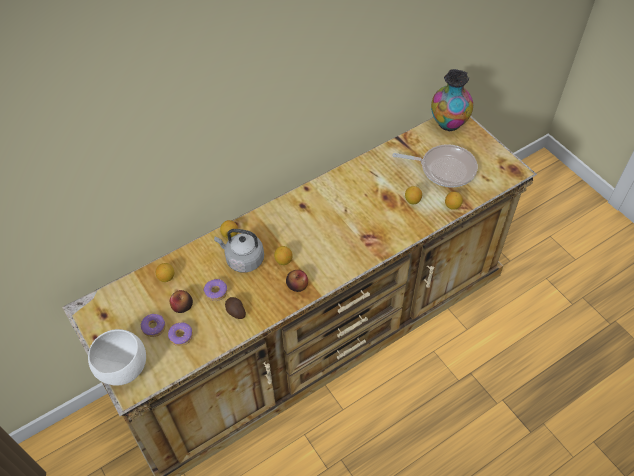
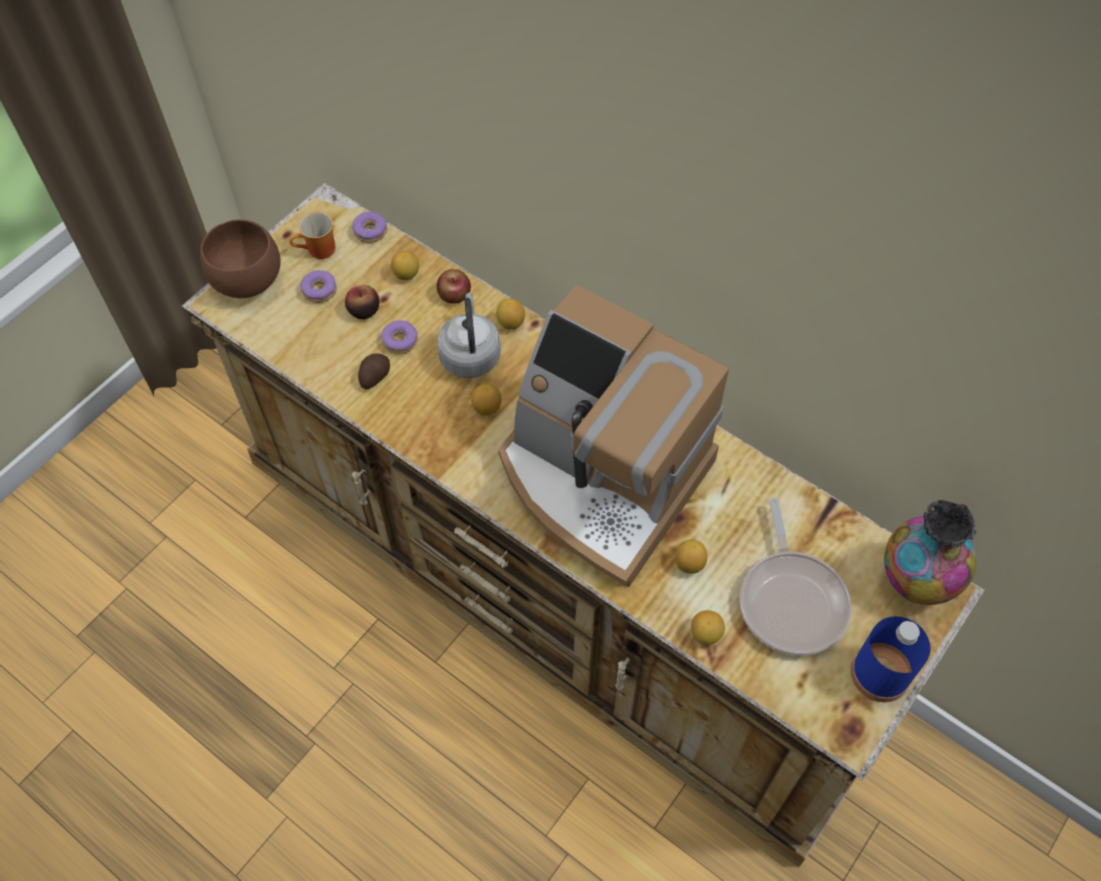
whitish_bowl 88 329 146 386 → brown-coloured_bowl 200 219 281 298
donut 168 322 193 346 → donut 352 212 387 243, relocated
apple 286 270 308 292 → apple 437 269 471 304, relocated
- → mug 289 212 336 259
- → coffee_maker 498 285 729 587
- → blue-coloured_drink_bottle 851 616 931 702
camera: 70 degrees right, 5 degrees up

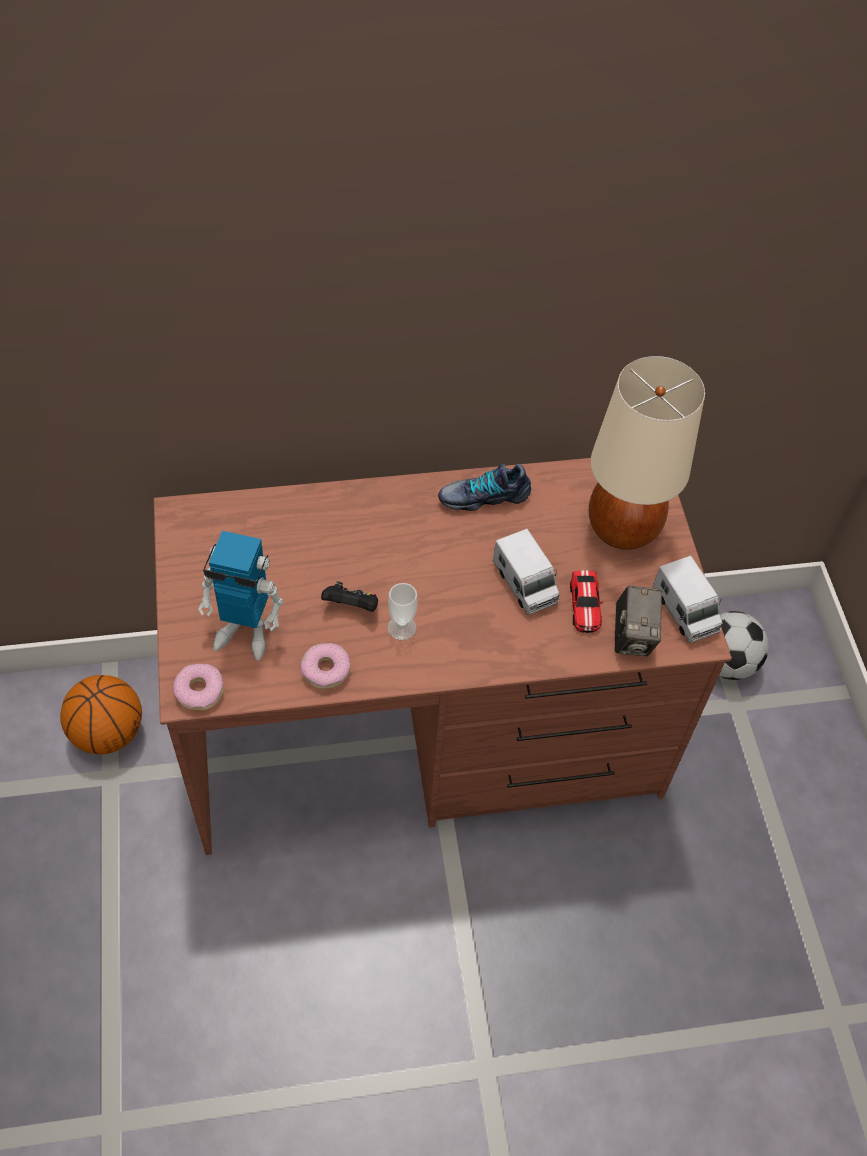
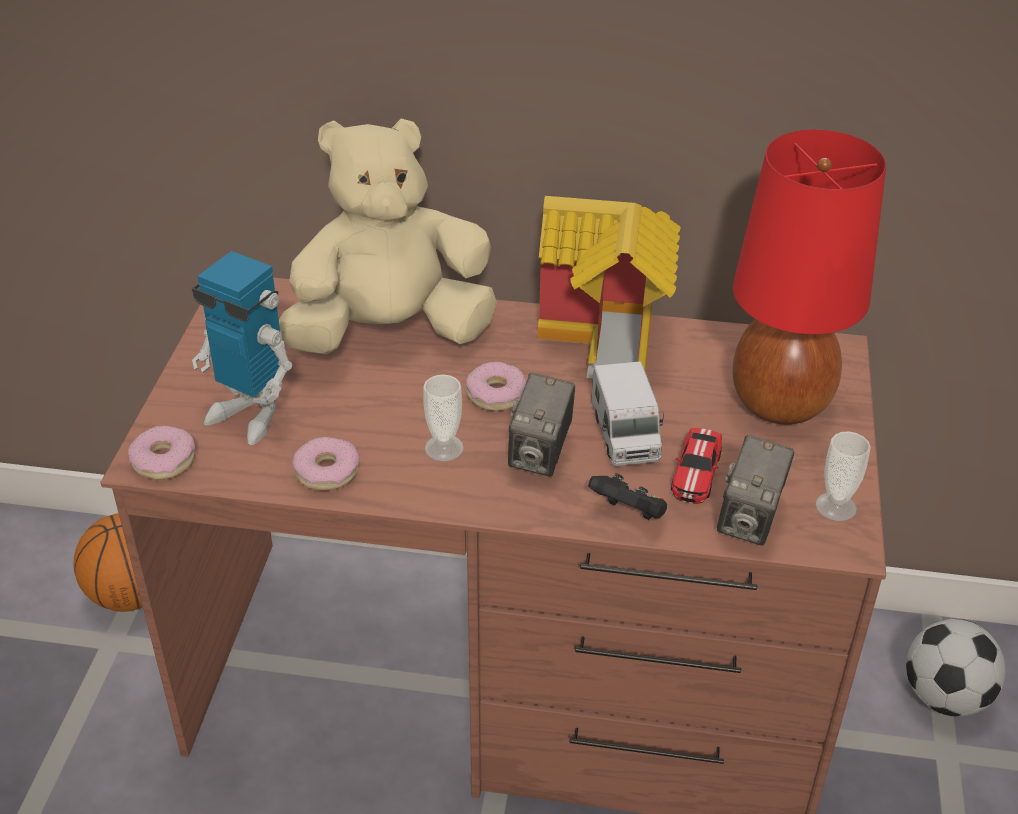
black-coloured_joypad 321 581 378 612 → black-coloured_joypad 588 473 667 520, relocated
shoe 438 463 531 511 → miniature_house 538 196 681 378
beige_tabletop_lamp 589 356 705 550 → reddish_tabletop_lamp 732 130 886 425
toy_truck 653 556 723 643 → drinking_cup 815 431 871 521
- → beige_soft_toy 279 118 497 354
- → donut 466 362 526 411
- → photo_camera 508 372 575 477
camera: 20 degrees right, 15 degrees down

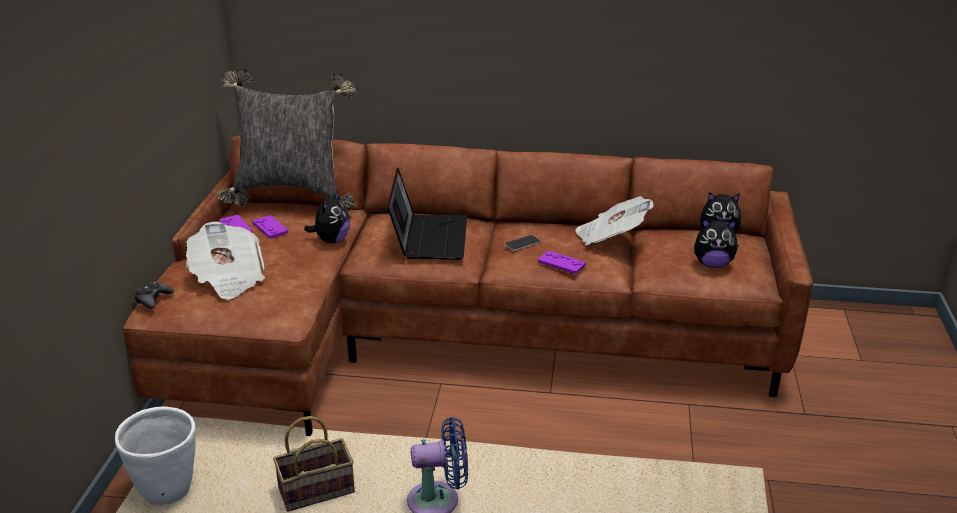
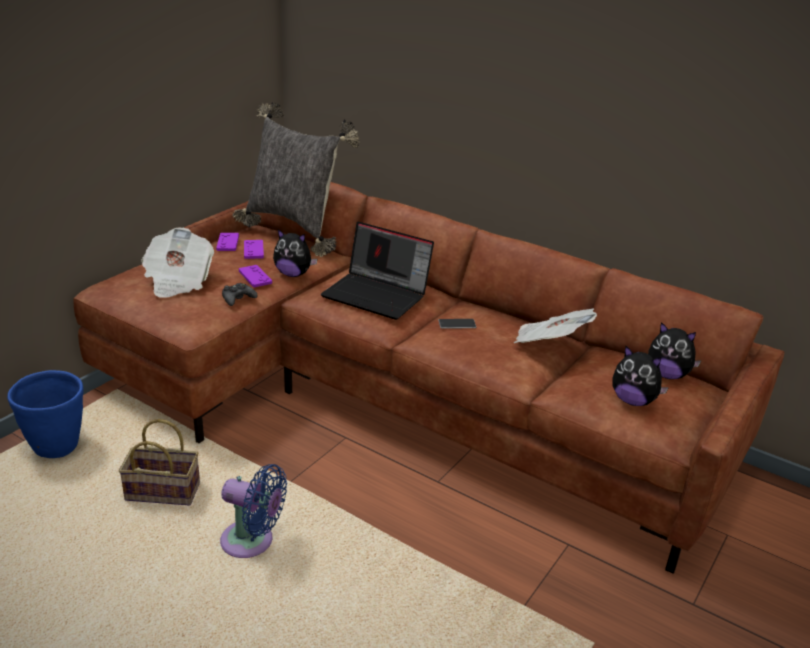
whitish_plant_pot 115 407 196 505 → blue-coloured_plant_pot 7 370 84 458
black-coloured_joypad 135 282 174 309 → black-coloured_joypad 222 283 257 306, relocated
soft_toy 304 190 350 243 → soft_toy 273 229 317 277, 60 degrees clockwise
laptop 387 168 467 259 → laptop 320 222 434 320, 90 degrees clockwise
purple-coloured_joypad 538 251 586 274 → purple-coloured_joypad 239 265 272 287, relocated
camera: 25 degrees right, 0 degrees up

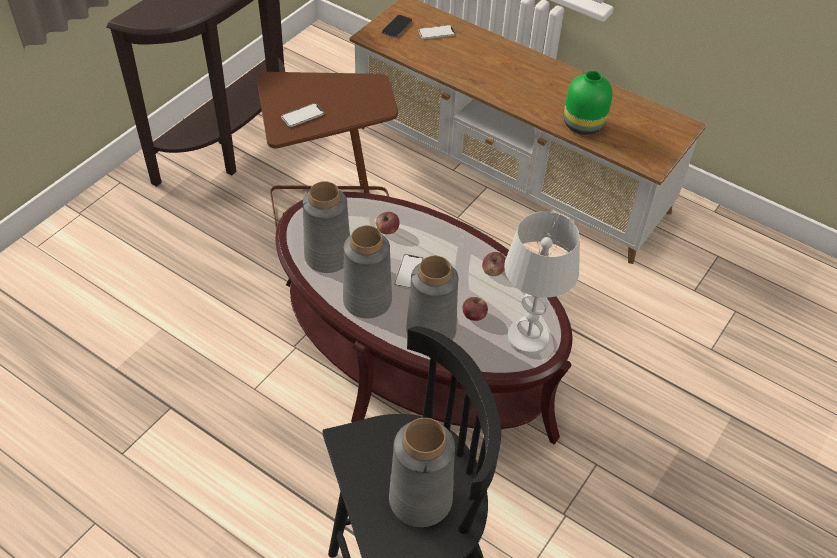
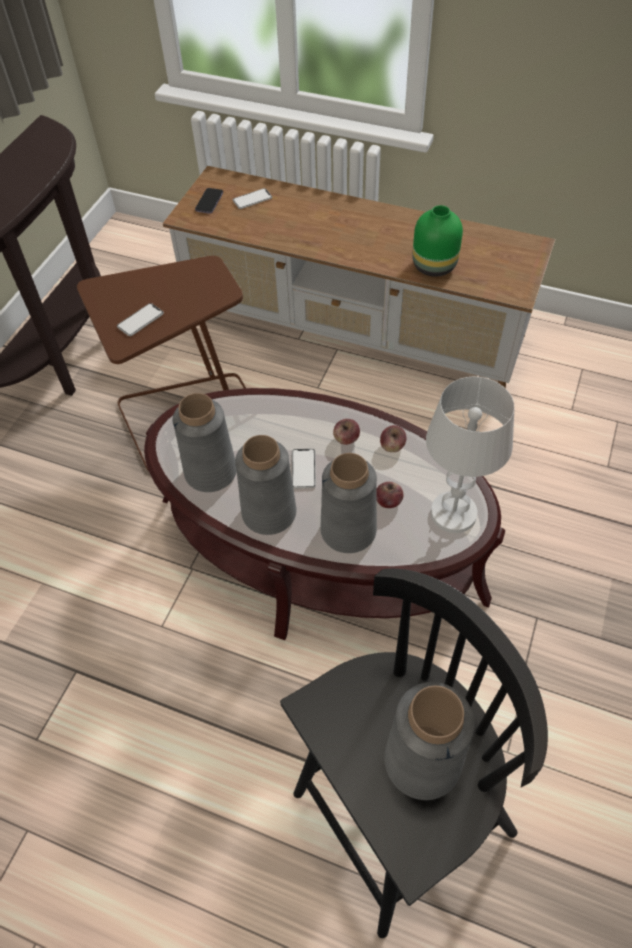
apple 376 212 399 234 → apple 333 419 360 445, relocated
camera: 10 degrees left, 5 degrees up

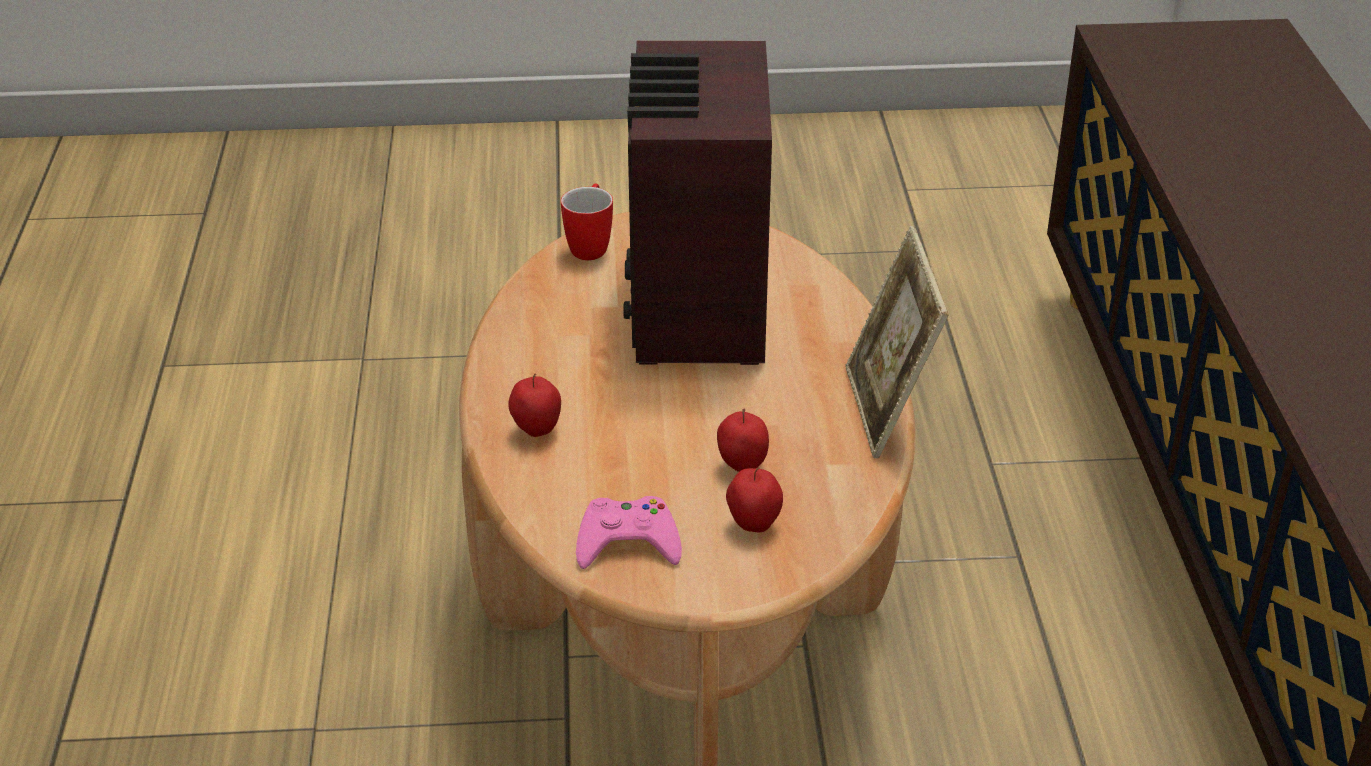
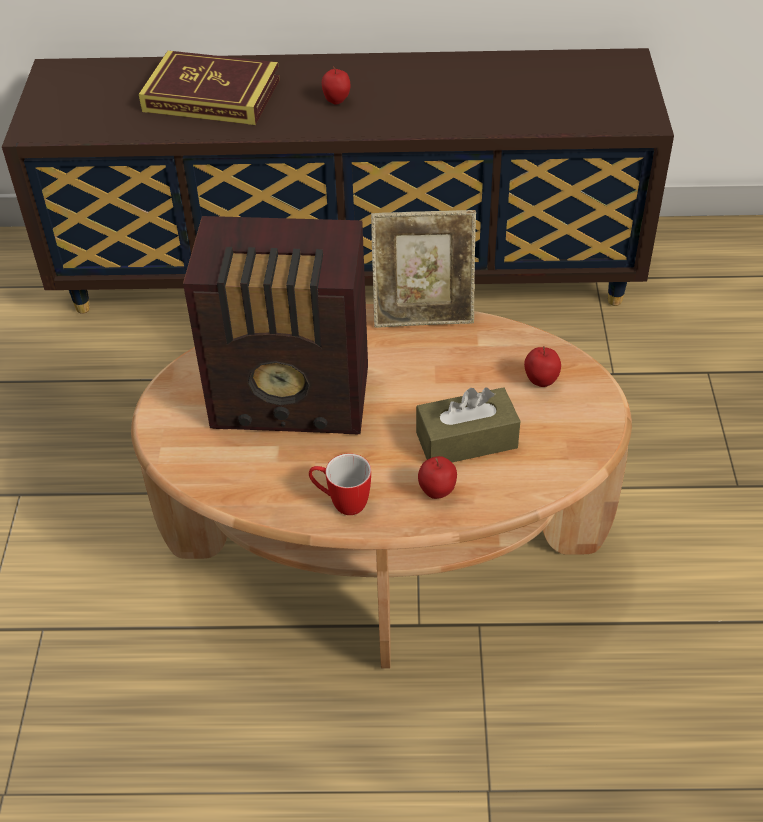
mug 561 183 613 260 → mug 309 453 371 515, relocated
pinkish_joypad 576 496 682 569 → -
apple 717 409 769 472 → apple 322 66 351 105, relocated
- → book 139 51 280 125
- → brown-coloured_tissue_box 416 387 520 462
camera: 85 degrees left, 10 degrees up

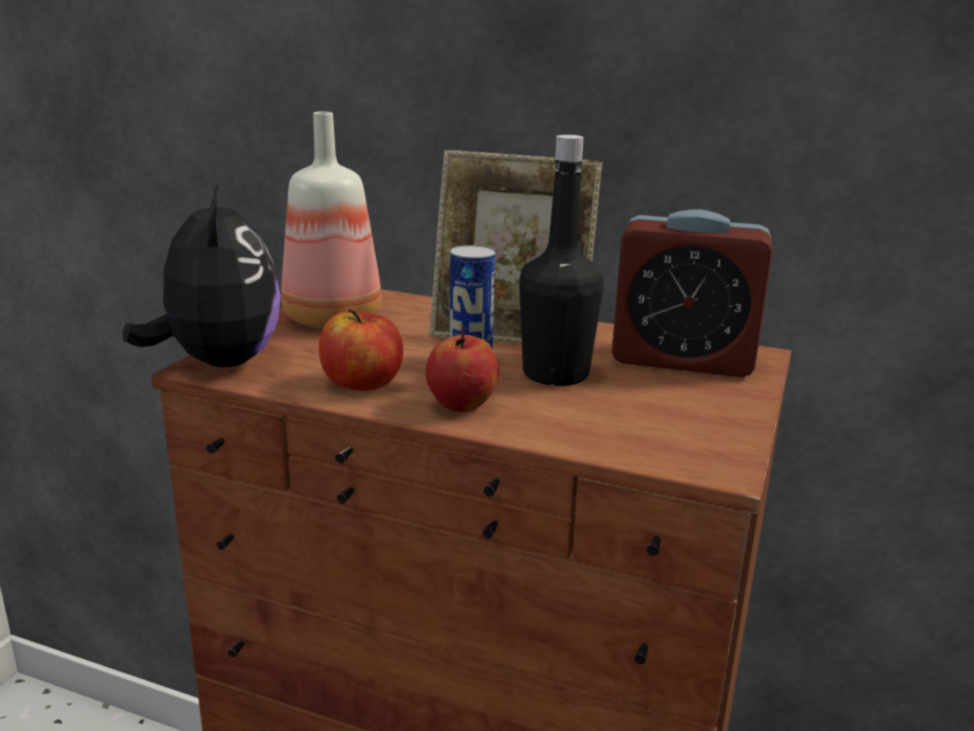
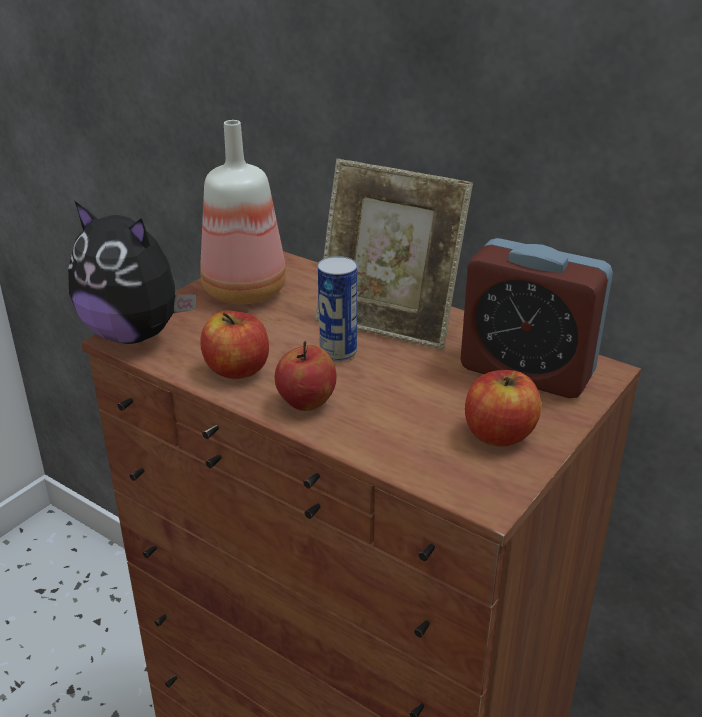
soft_toy 123 183 281 367 → soft_toy 68 201 196 344, 120 degrees clockwise
black-coloured_drink_bottle 519 135 604 386 → -
- → apple 465 370 541 447
camera: 15 degrees right, 10 degrees up

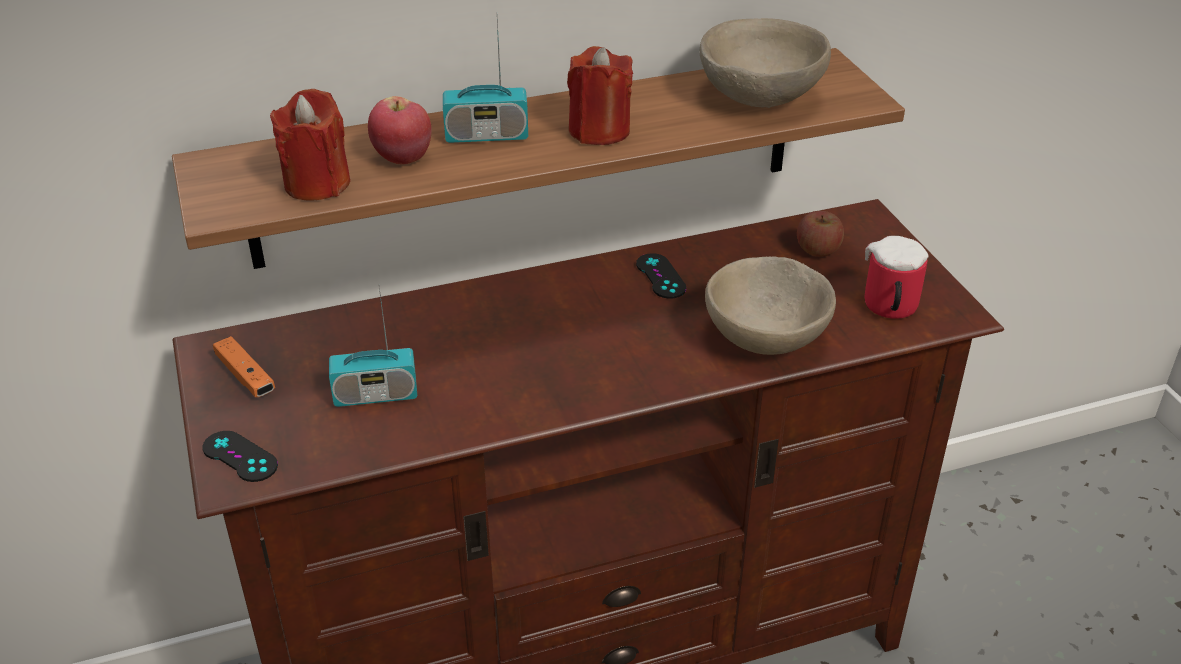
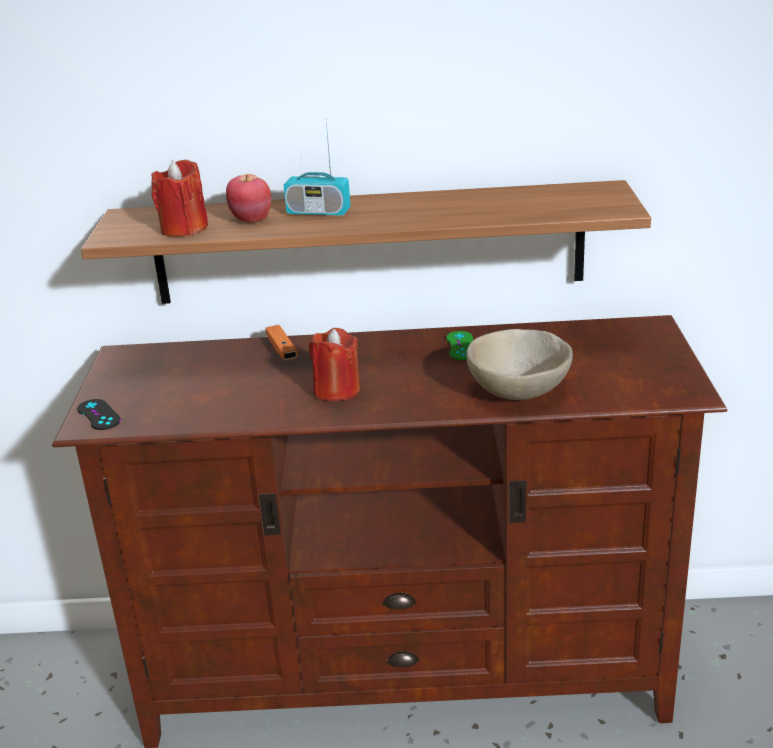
orange-coloured_joypad 213 336 275 397 → orange-coloured_joypad 265 325 298 360, relocated
radio_set 329 287 417 407 → -
reddish_wax_candle 567 46 633 145 → reddish_wax_candle 309 328 360 402, relocated
black-coloured_joypad 636 253 686 299 → greenish_joypad 446 331 473 360
beige_bowl 700 18 831 108 → -
apple 797 211 844 257 → -
mug 865 236 928 319 → -
camera: 20 degrees right, 10 degrees down

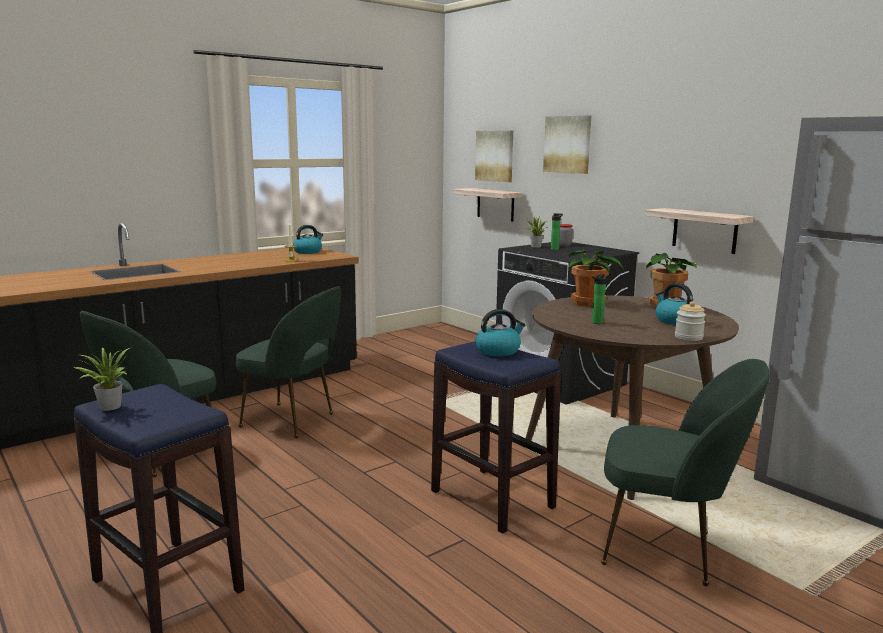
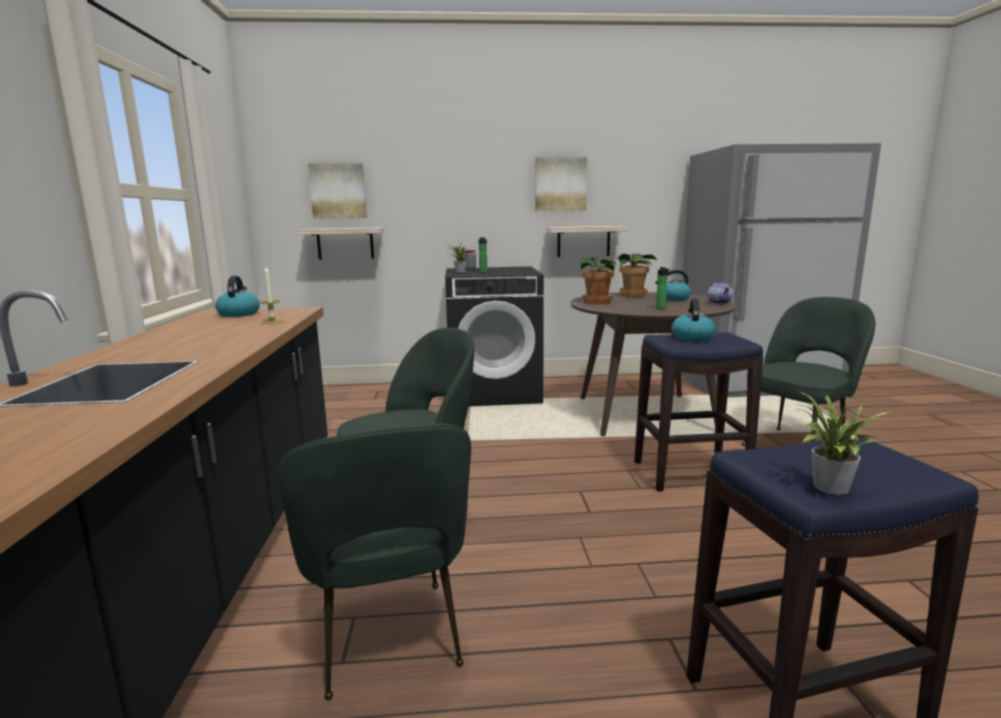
picture 543 115 591 174 → picture 535 157 587 211, relocated
jar 675 301 706 341 → pot_for_tea 708 280 733 304
camera: 55 degrees left, 0 degrees up

